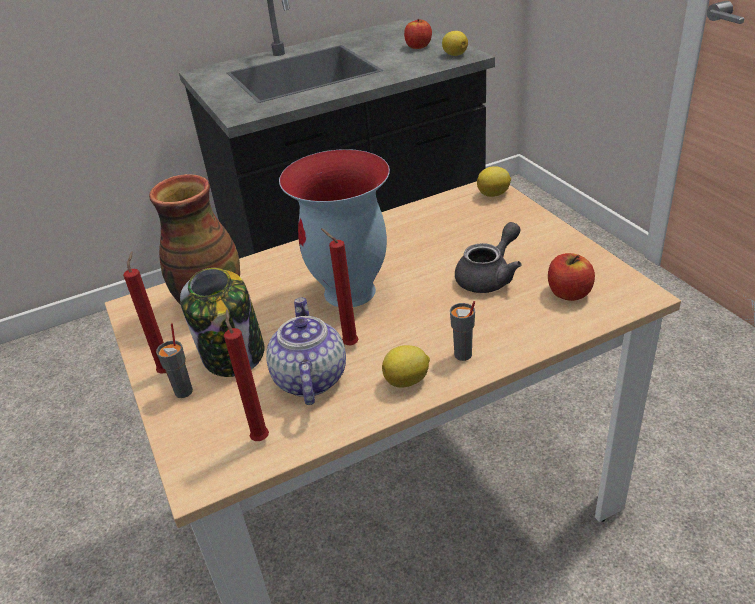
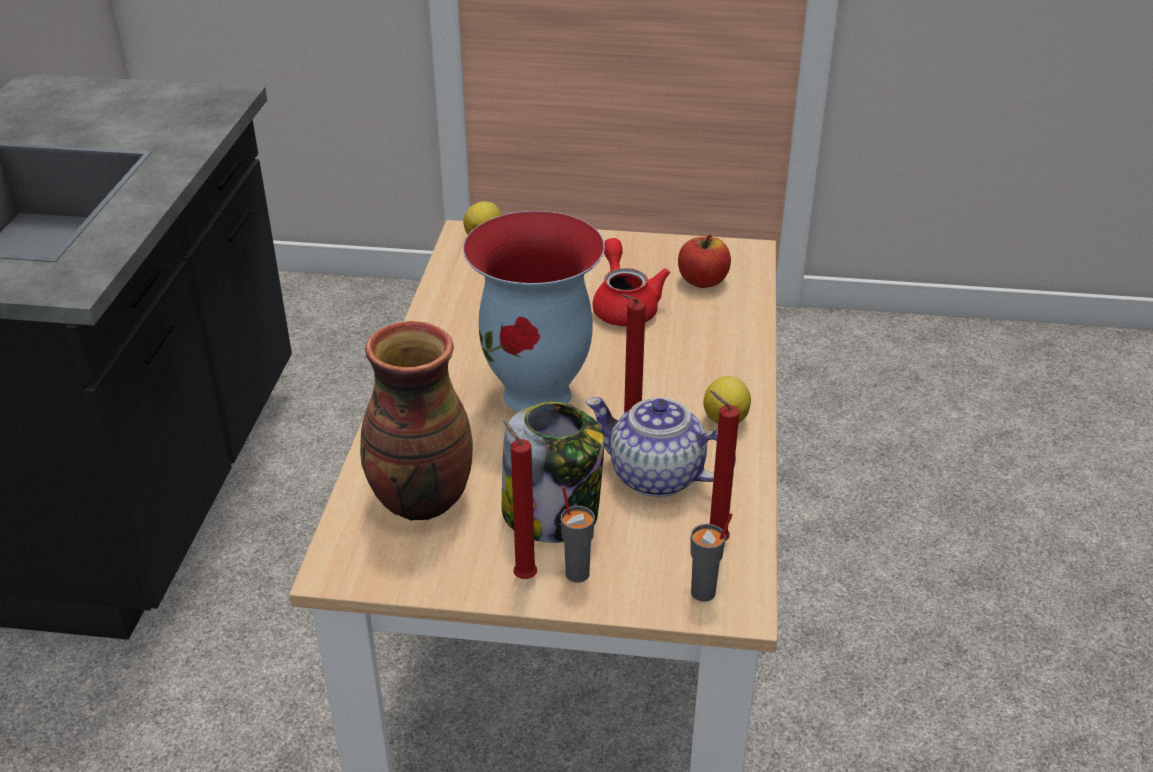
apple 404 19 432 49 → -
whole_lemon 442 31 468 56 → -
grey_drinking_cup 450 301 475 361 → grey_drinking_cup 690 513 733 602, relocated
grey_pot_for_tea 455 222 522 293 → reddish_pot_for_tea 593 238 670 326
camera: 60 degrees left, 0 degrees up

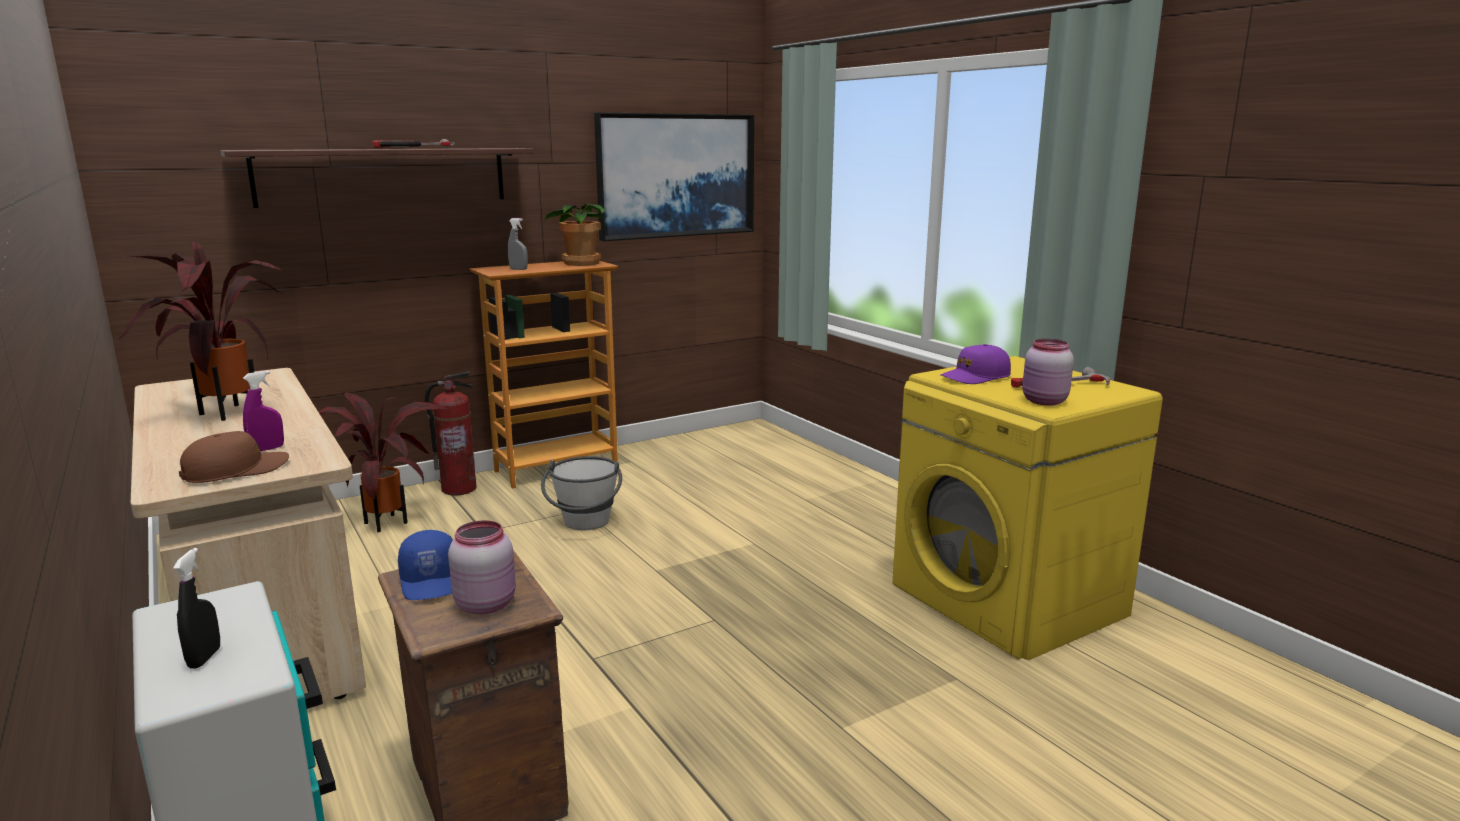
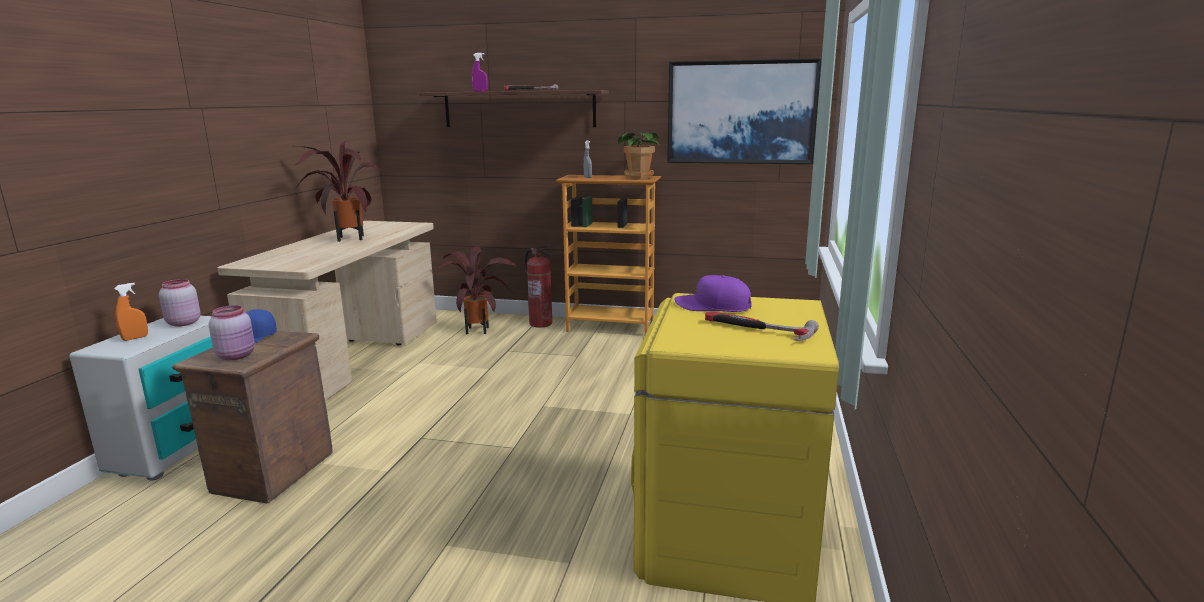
black-coloured_hand_sprayer 173 548 220 669 → orange-coloured_hand_sprayer 114 283 148 341
brown-coloured_peaked_cap 179 431 289 483 → -
purple-coloured_hand_sprayer 243 371 284 451 → purple-coloured_hand_sprayer 472 53 488 91, relocated
whitish_water_bucket 541 456 622 530 → -
pinkish_jar 1022 339 1074 406 → pinkish_jar 159 279 201 327, relocated
camera: 45 degrees right, 0 degrees up

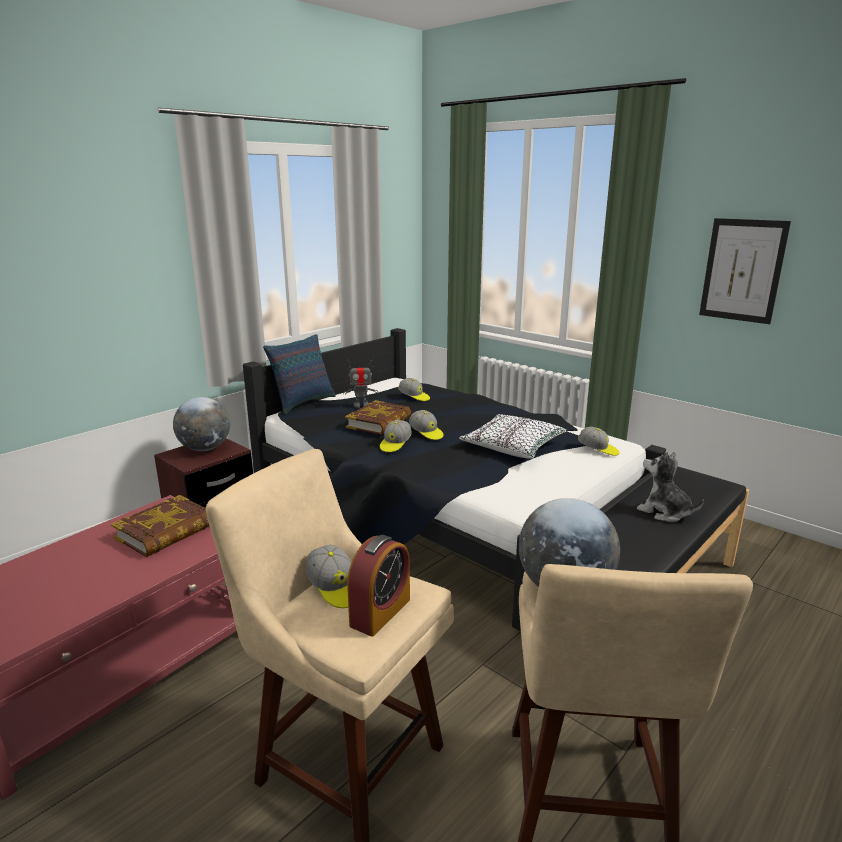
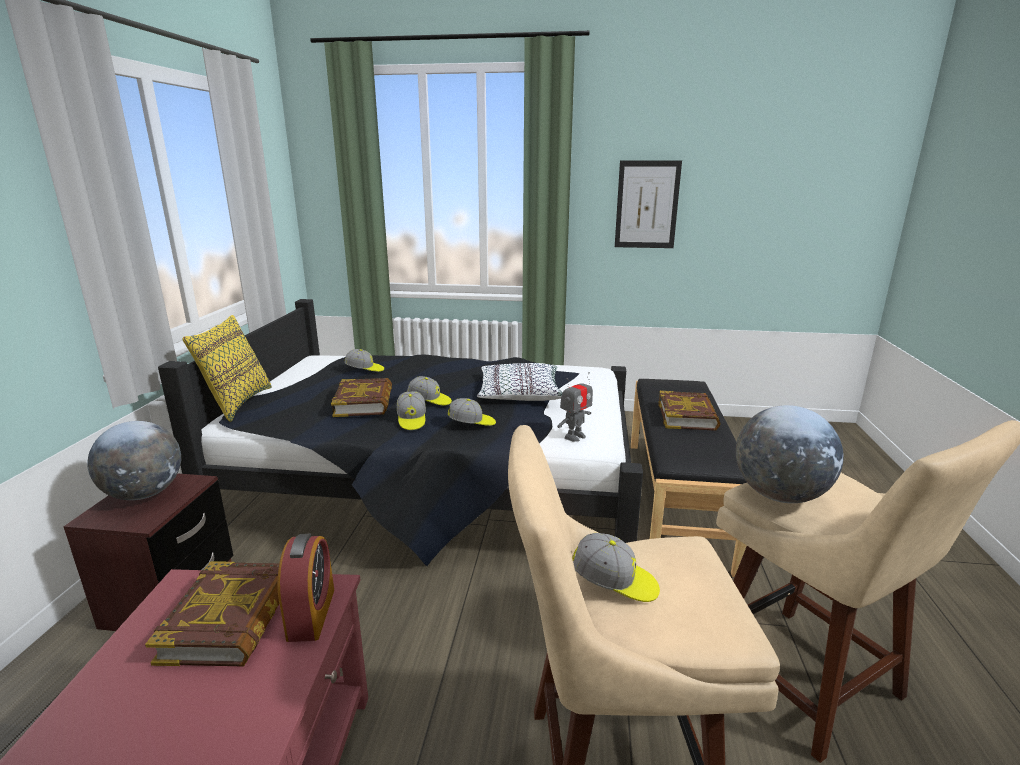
blue-coloured_throw_pillow 263 334 336 414 → yellow_throw_pillow 182 315 272 422
toy_robot 343 360 378 408 → toy_robot 557 372 593 442, relocated
table_clock 347 535 410 636 → table_clock 278 534 334 642, relocated
peaked_cap 578 427 620 456 → peaked_cap 448 398 496 426, relocated
soft_toy 637 451 704 522 → book 658 391 721 431
camera: 35 degrees left, 0 degrees up

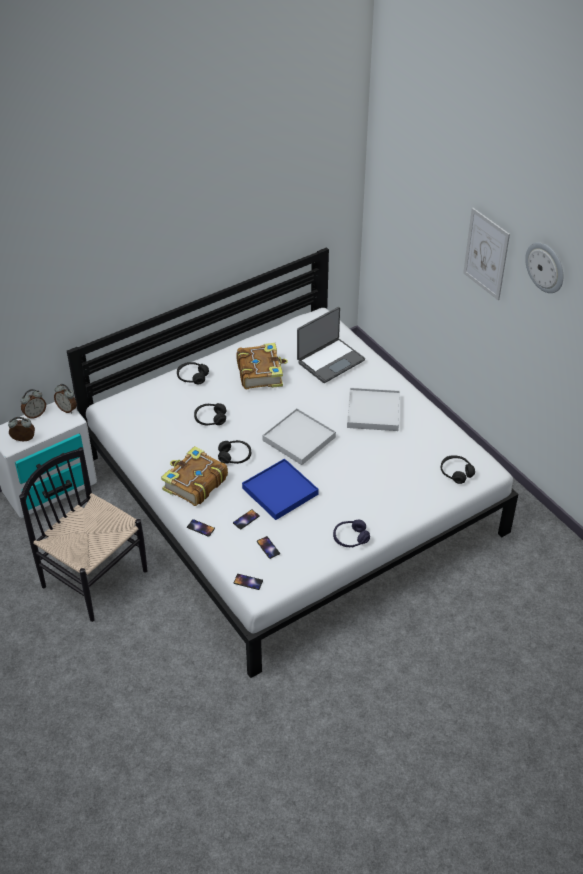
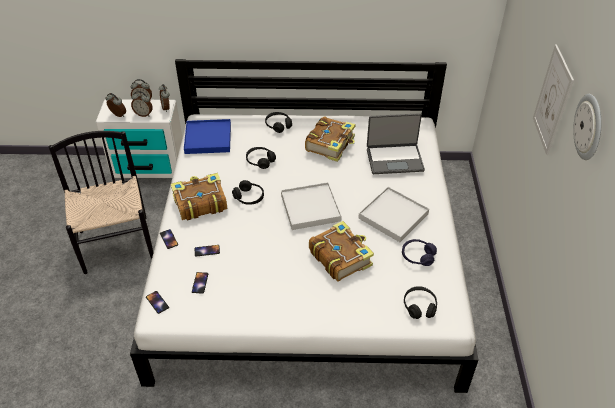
blue-coloured_serving_tray 242 458 319 520 → blue-coloured_serving_tray 184 119 231 154, relocated
purple-coloured_headphones 333 520 370 547 → purple-coloured_headphones 402 239 437 266, relocated
- → table_clock 131 91 153 117
- → book 309 221 374 281
camera: 35 degrees right, 0 degrees up

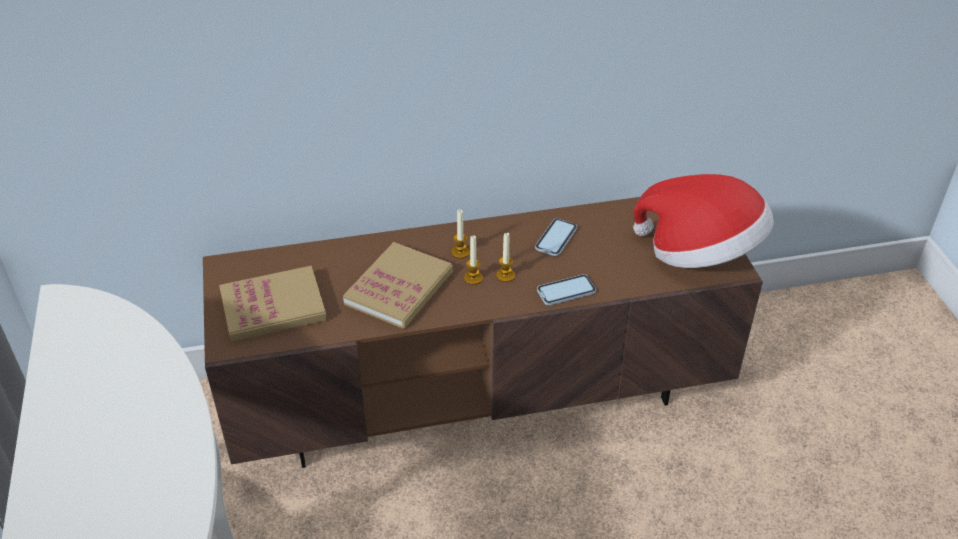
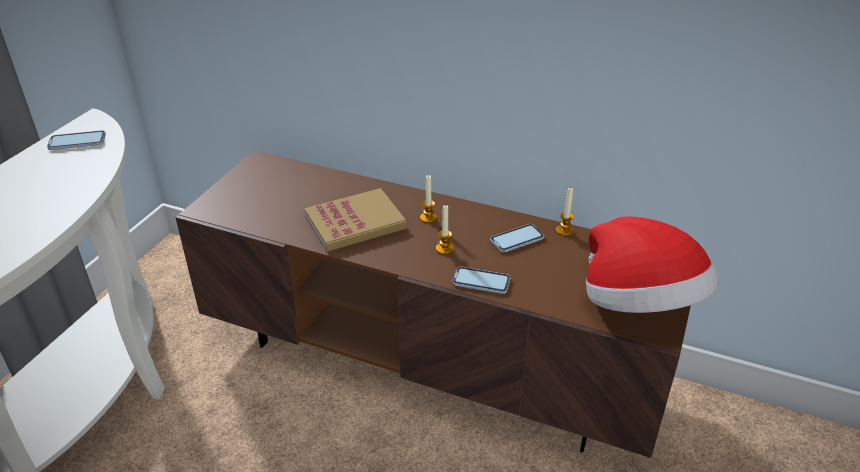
book 219 266 327 342 → -
wax_candle 464 236 483 285 → wax_candle 556 188 574 236, relocated
- → telephone 47 130 106 150
camera: 35 degrees right, 5 degrees down

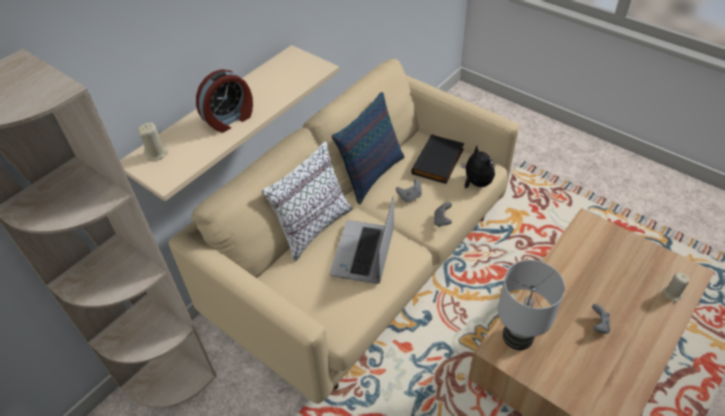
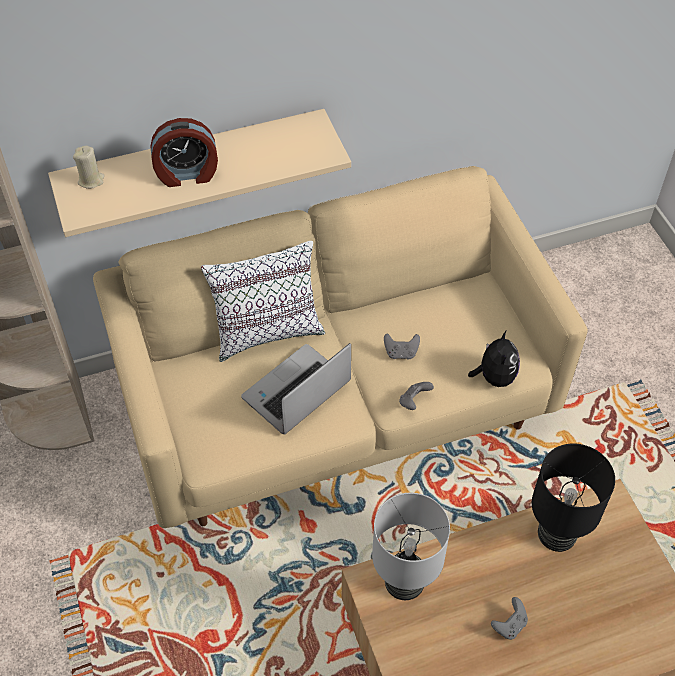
blue-coloured_throw_pillow 332 92 404 205 → -
black-coloured_book 411 134 464 184 → -
beige_wax_candle 663 272 689 303 → -
- → black-coloured_tabletop_lamp 532 443 615 552
camera: 30 degrees right, 5 degrees up

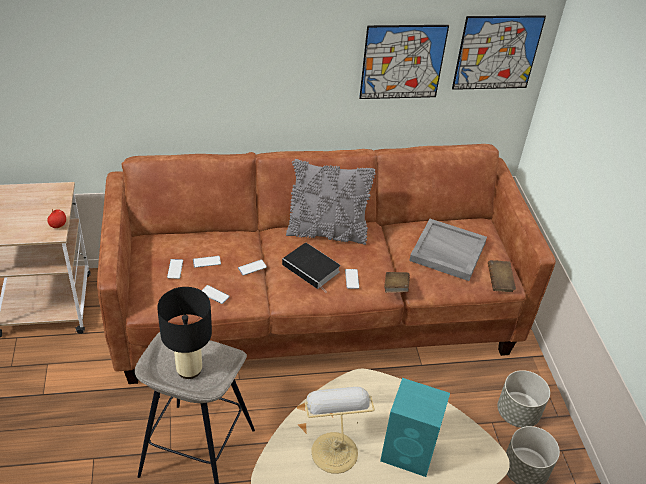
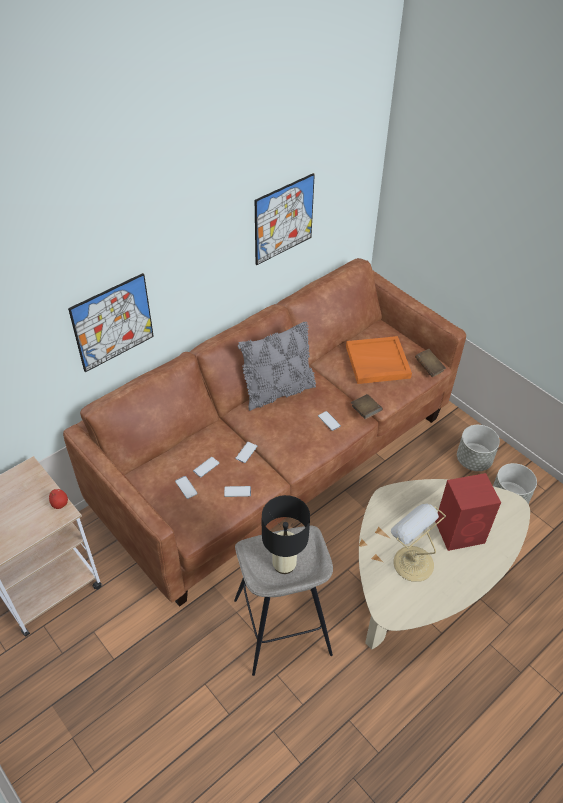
book 282 243 341 292 → -
blue-green_speaker 380 378 450 477 → reddish_speaker 435 473 501 551
grey_serving_tray 409 219 487 281 → orange-coloured_serving_tray 346 336 412 384
picture 452 15 546 90 → picture 68 273 154 372, relocated
camera: 30 degrees left, 5 degrees up

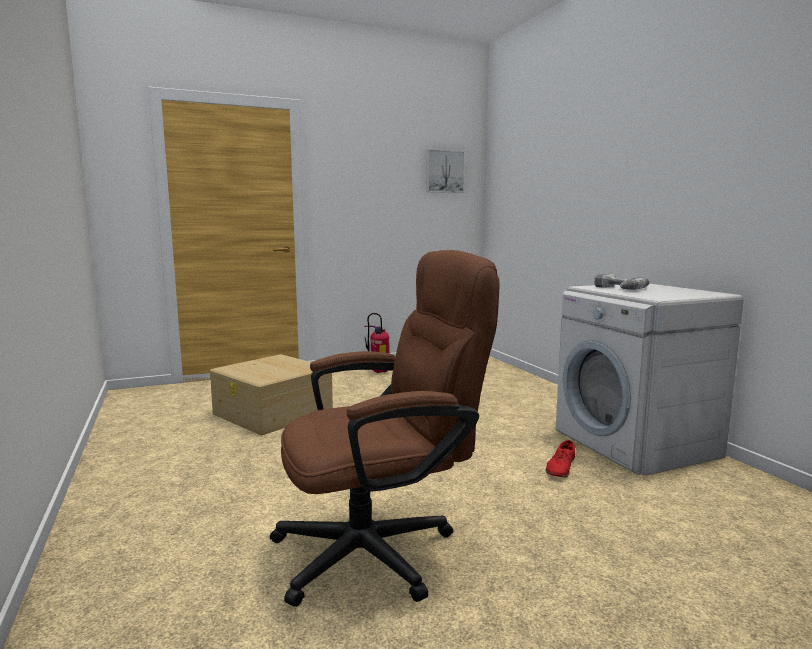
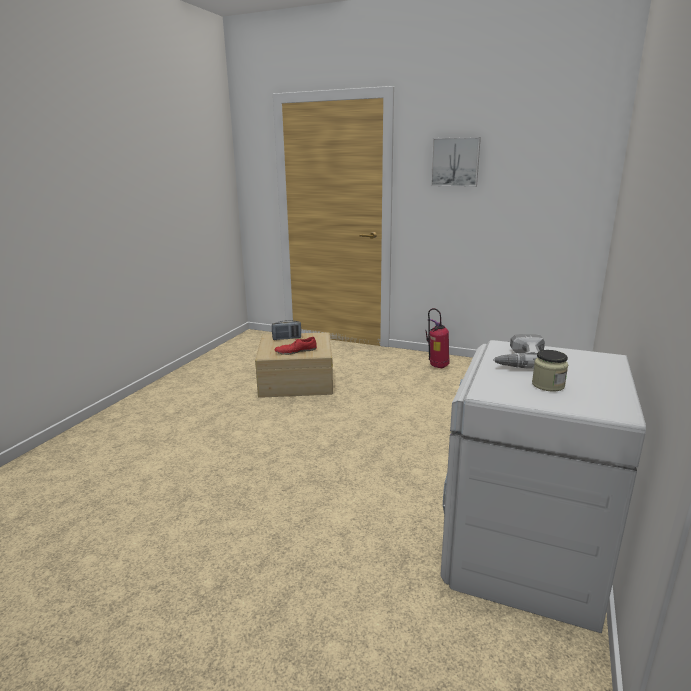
brown-coloured_office_chair 270 250 500 607 → -
picture 426 149 465 193 → picture 431 137 481 187, relocated
reddish_shoe 545 440 575 477 → reddish_shoe 274 337 317 355, relocated
- → radio_set 272 320 301 340
- → jar 532 350 568 392
camera: 45 degrees right, 10 degrees up

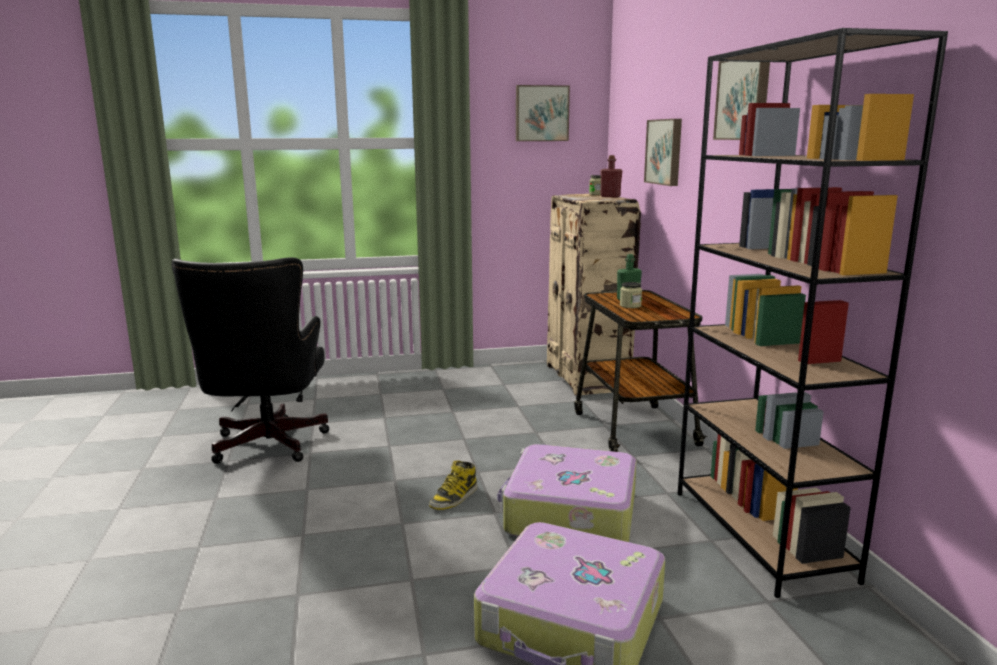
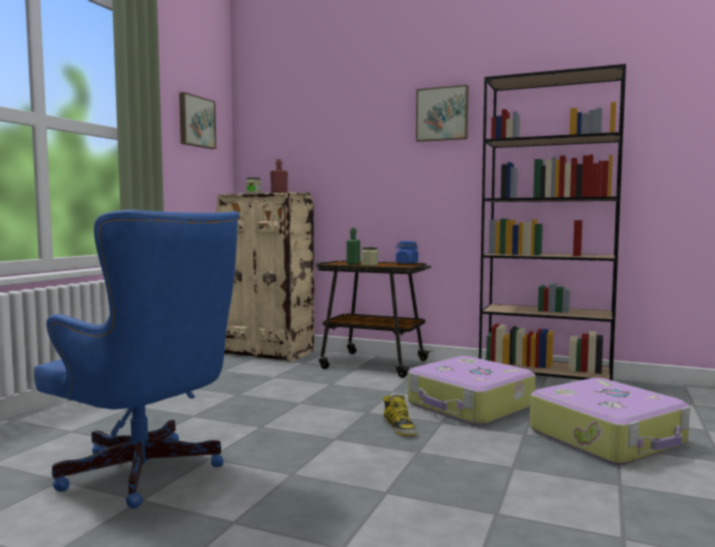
black-coloured_office_chair 171 257 329 464 → blue-coloured_office_chair 34 210 239 508
picture 644 119 682 186 → -
- → blue-coloured_jar 395 241 419 264
camera: 55 degrees left, 10 degrees down

